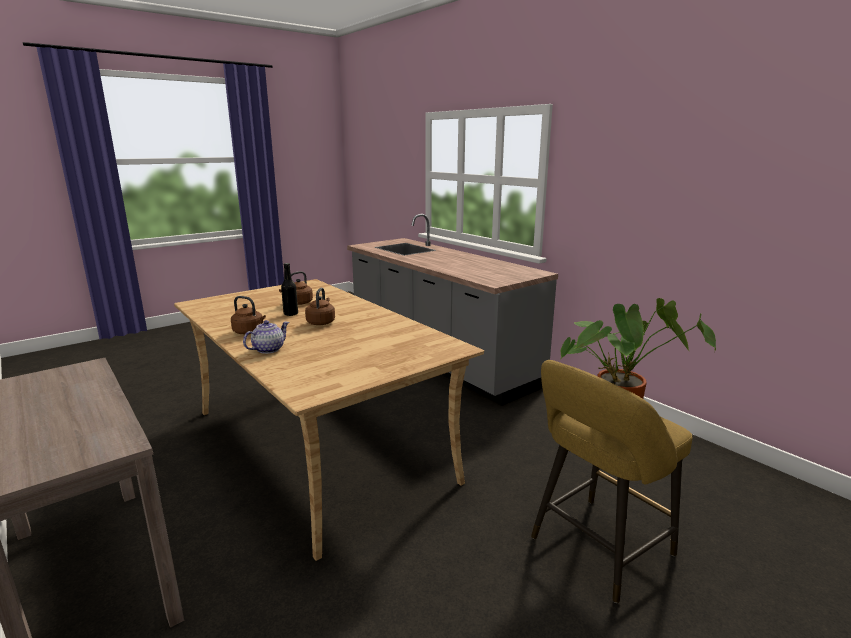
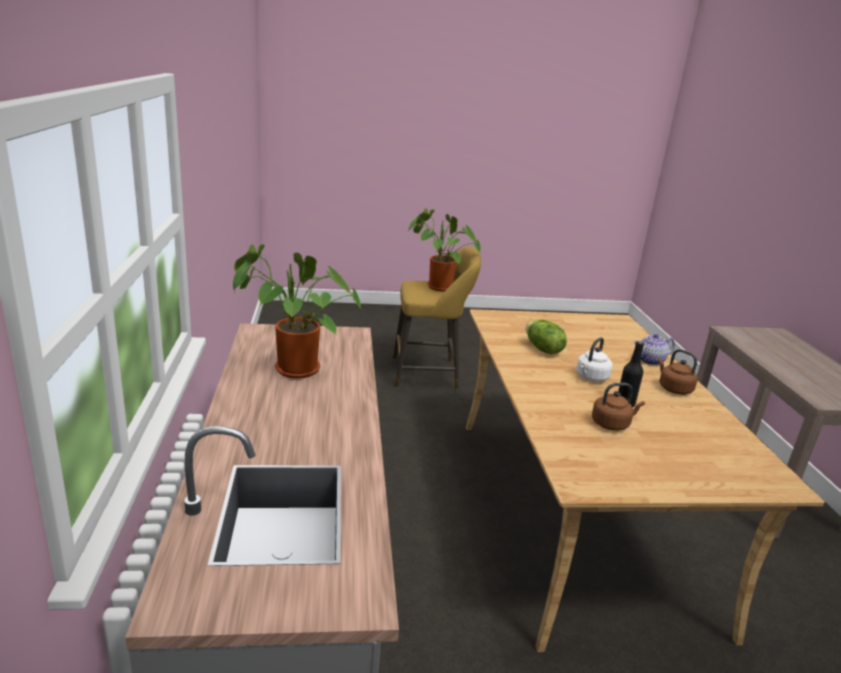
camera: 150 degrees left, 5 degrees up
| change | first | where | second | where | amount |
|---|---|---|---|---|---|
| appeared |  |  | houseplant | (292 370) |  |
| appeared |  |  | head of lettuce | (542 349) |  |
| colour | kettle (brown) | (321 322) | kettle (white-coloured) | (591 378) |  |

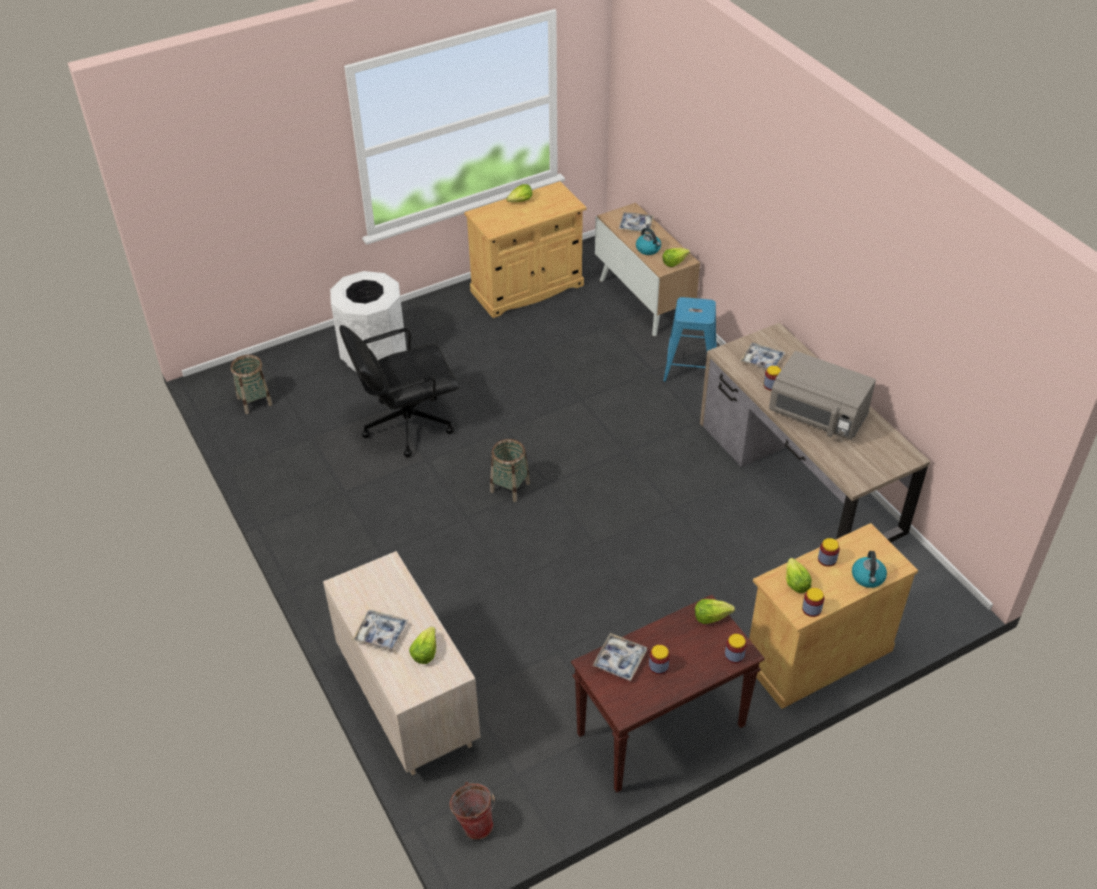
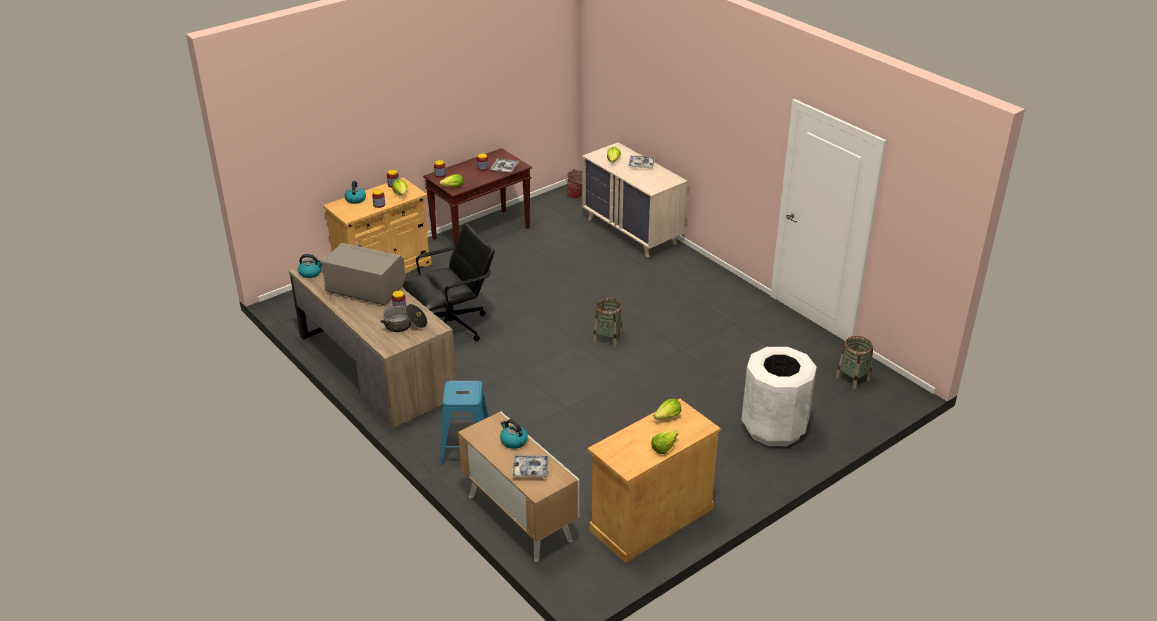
camera: 170 degrees right, 10 degrees down
| change | first | where | second | where | amount |
|---|---|---|---|---|---|
| appeared |  |  | kettle | (311 273) |  |
| relocated | office chair (black) | (406 424) |  | (452 327) |  |
| relocated | head of lettuce | (674 262) |  | (668 417) |  |
| exchanged | tray | (762 360) | stockpot | (405 325) |  |

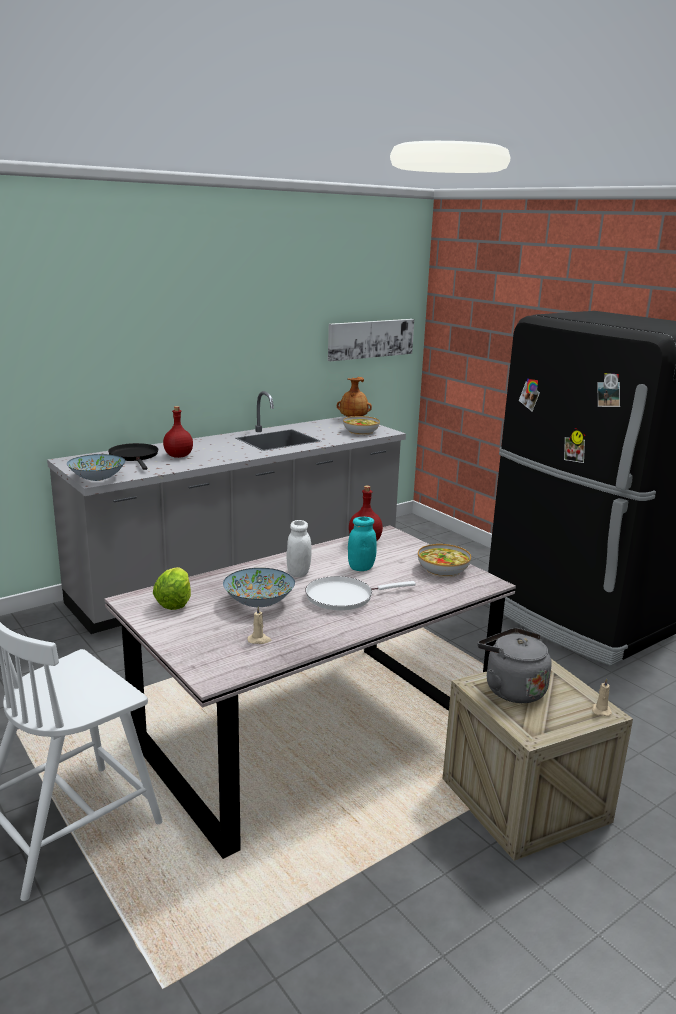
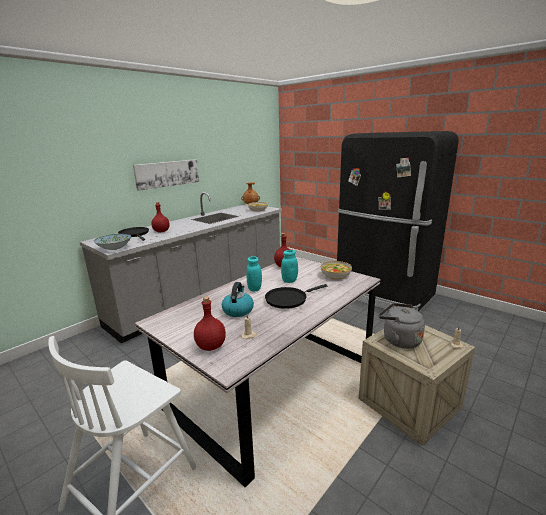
camera: 10 degrees left, 0 degrees up
| change | first | where | second | where | amount |
|---|---|---|---|---|---|
| missing | head of lettuce | (174 602) |  |  |  |
| appeared |  |  | bottle (red-coloured) | (211 346) |  |
| relocated | picture | (370 339) |  | (167 174) |  |
| exchanged | deep dish | (258 602) | kettle | (238 310) |  |
| colour | storage jar (white-coloured) | (298 573) | storage jar (turquoise) | (254 289) |  |
| colour | pan (white-coloured) | (343 597) | pan (black) | (288 299) |  |

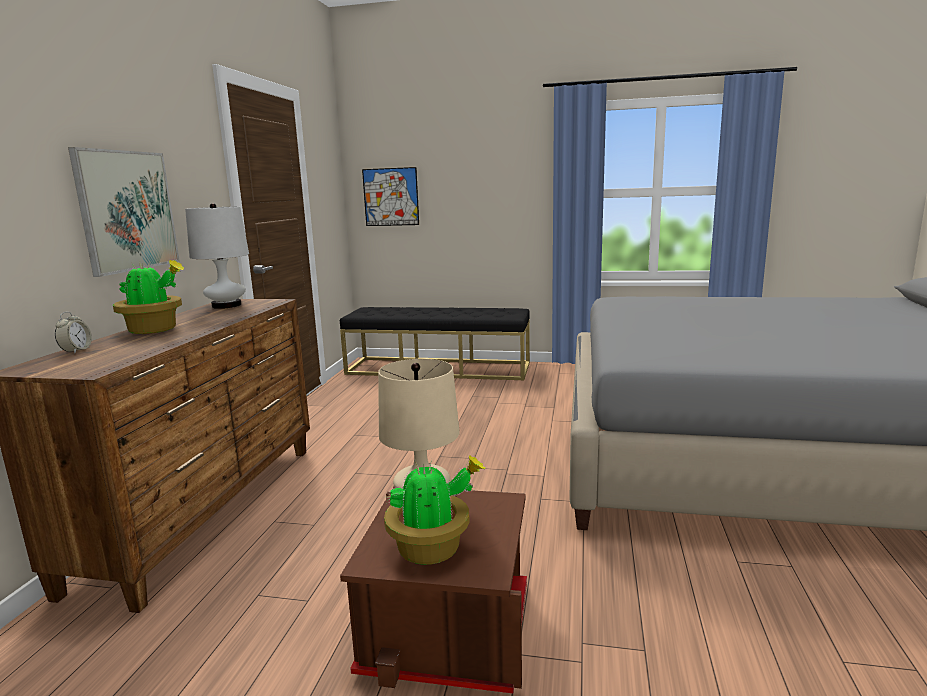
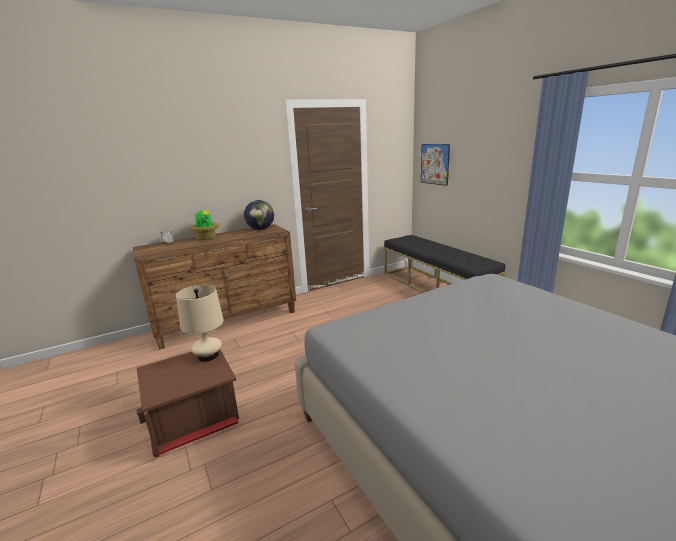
camera: 50 degrees right, 5 degrees up
| change | first | where | second | where | amount |
|---|---|---|---|---|---|
| missing | picture | (127 211) |  |  |  |
| missing | houseplant | (432 549) |  |  |  |
| exchanged | lamp for a table (white-coloured) | (226 305) | desk globe | (260 229) |  |

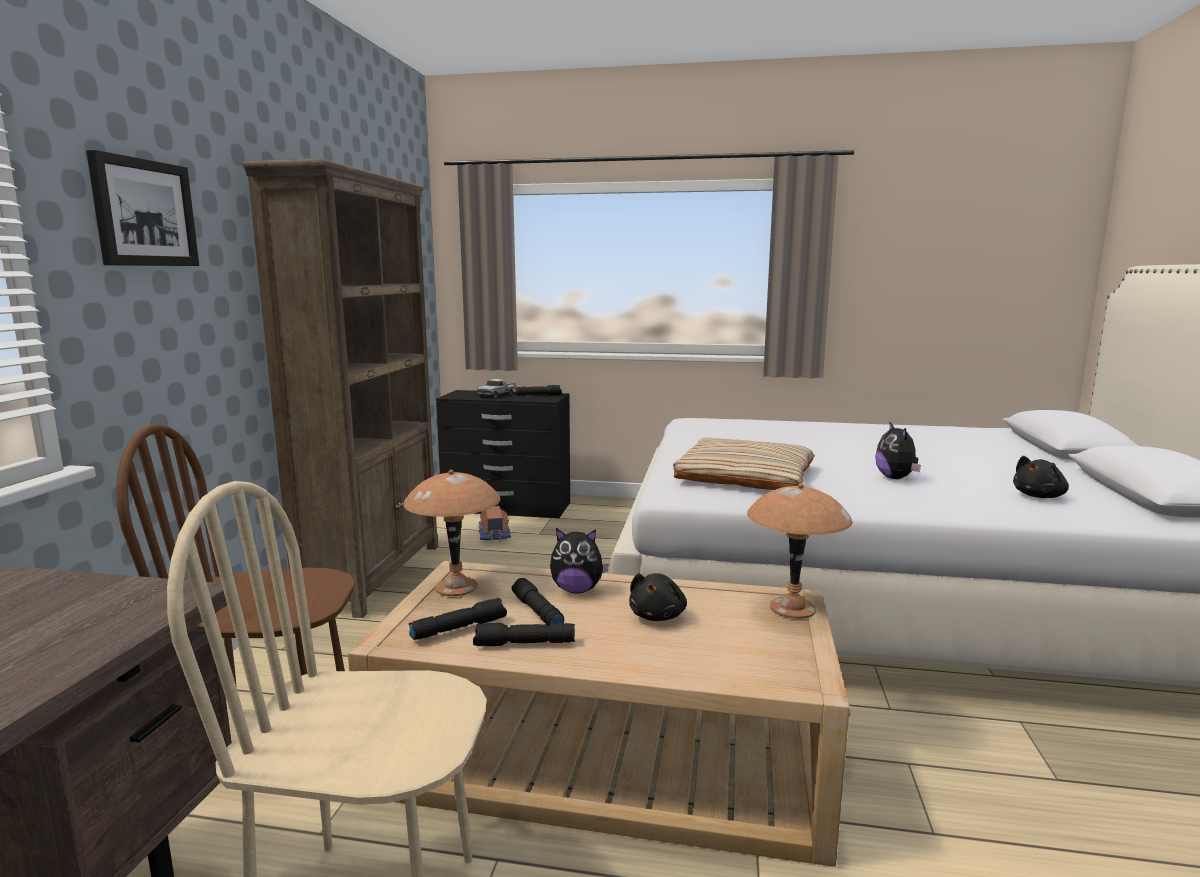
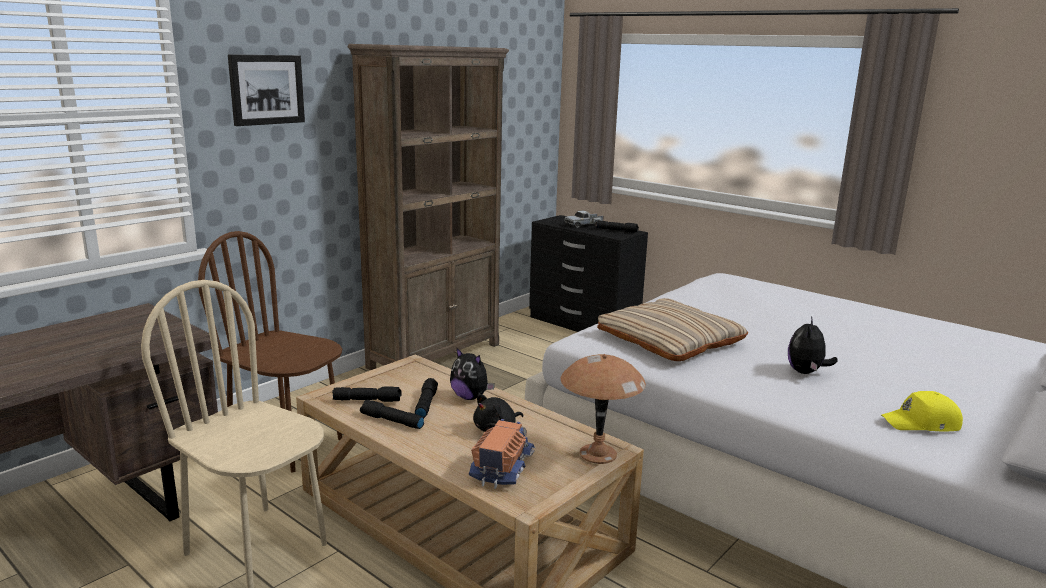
camera: 30 degrees right, 5 degrees up
| change | first | where | second | where | amount |
|---|---|---|---|---|---|
| missing | lamp for a table (brown) | (456 587) |  |  |  |
| relocated | toy lorry | (493 534) |  | (502 467) |  |
| exchanged | plush toy (black) | (1039 496) | cap (yellow) | (922 424) |  |

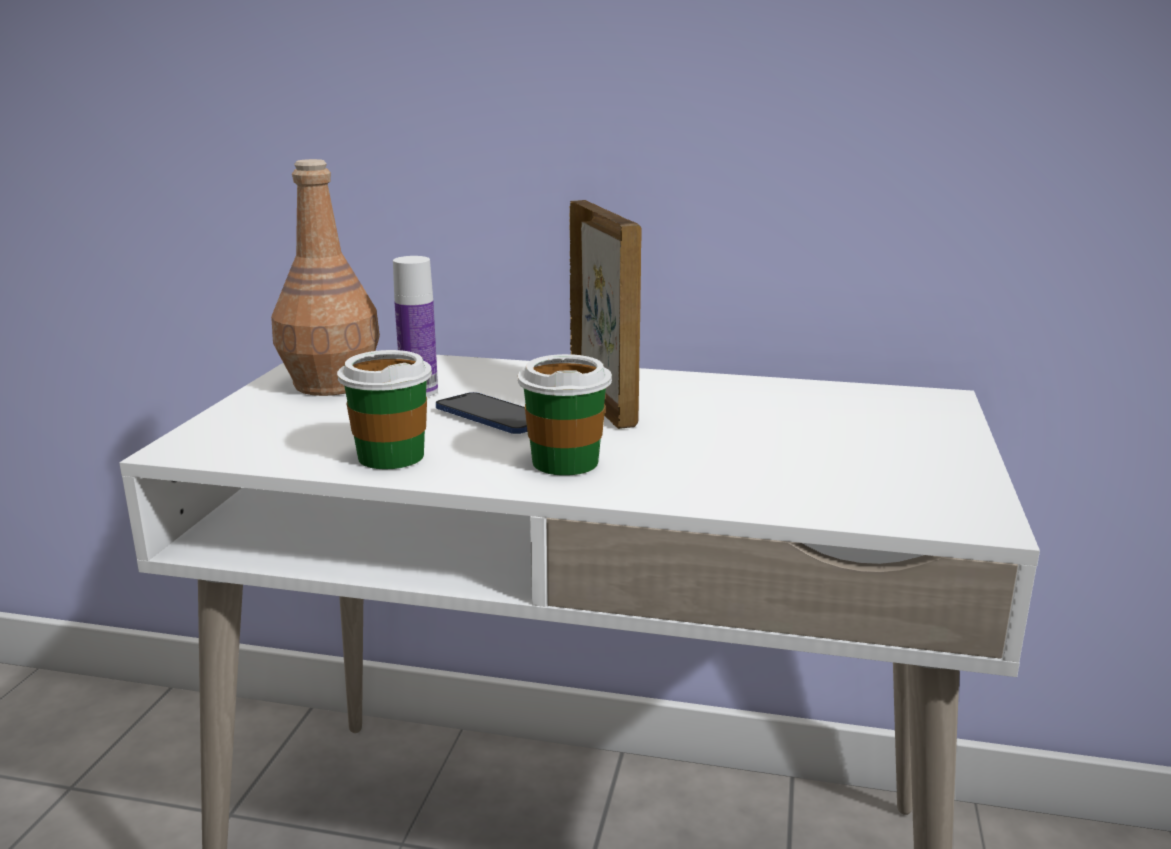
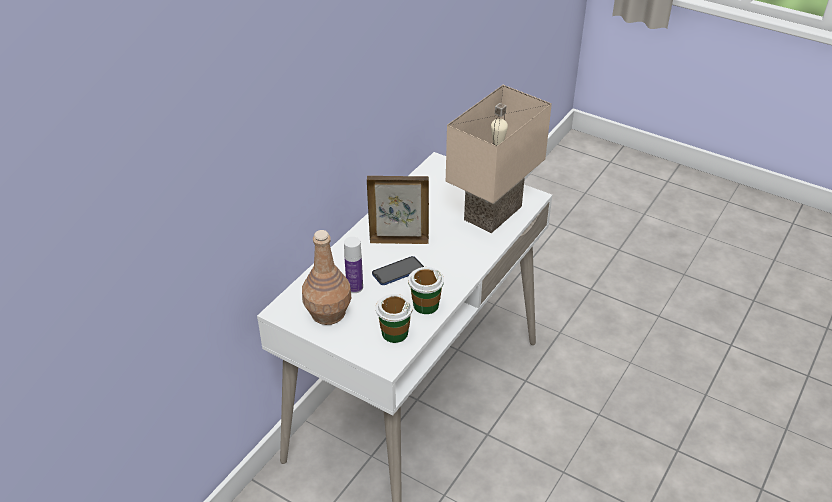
camera: 70 degrees left, 20 degrees up
| change | first | where | second | where | amount |
|---|---|---|---|---|---|
| appeared |  |  | lamp for a table (beige-coloured) | (495 215) |  |
| relocated | cup | (565 462) |  | (394 333) |  |

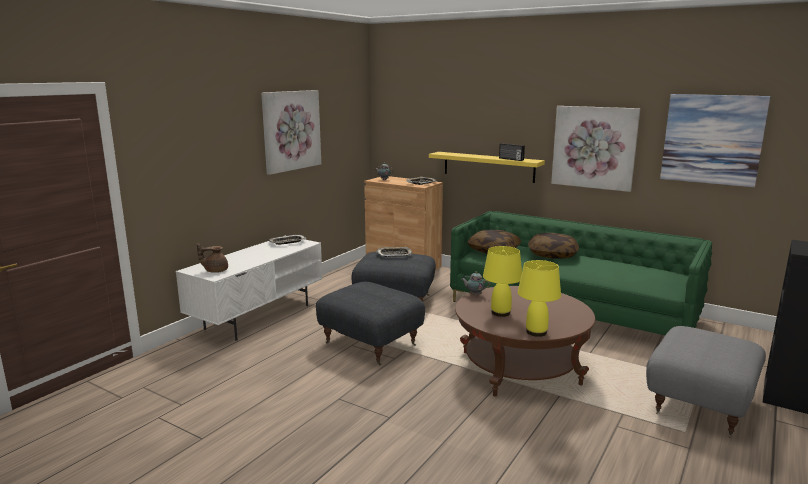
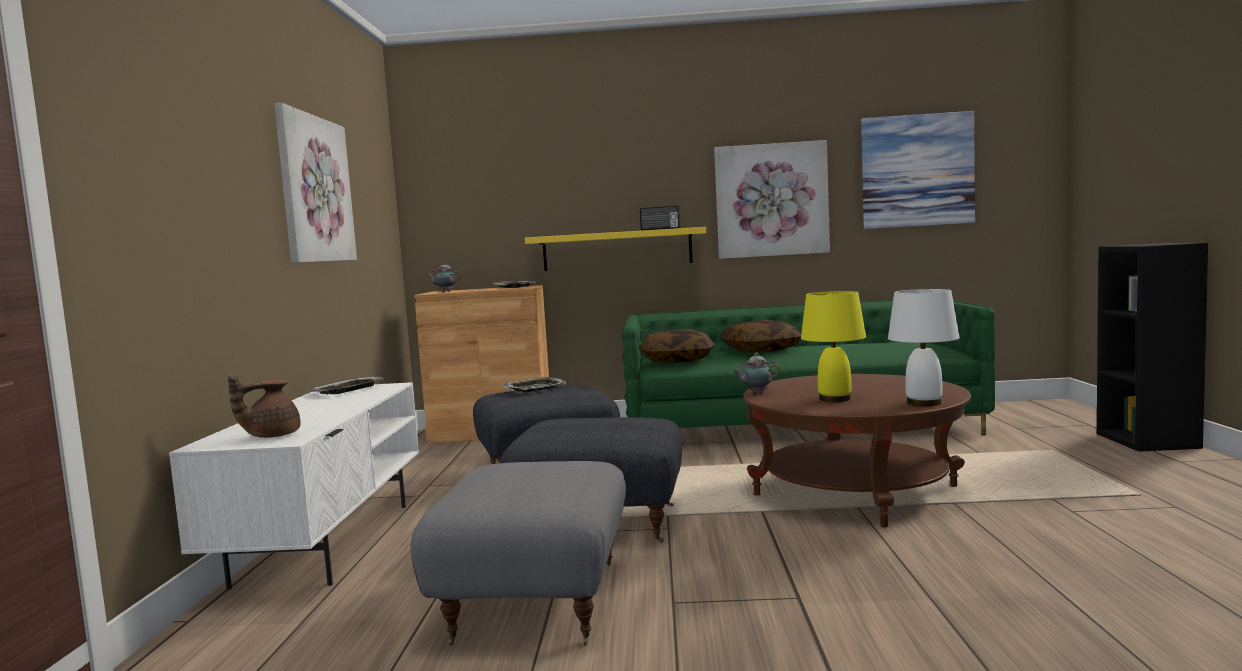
camera: 30 degrees left, 10 degrees down
| change | first | where | second | where | amount |
|---|---|---|---|---|---|
| relocated | pouffe (gray) | (699 404) |  | (533 601) |  |
| colour | lamp for a table (yellow) | (537 332) | lamp for a table (white-coloured) | (924 403) |  |

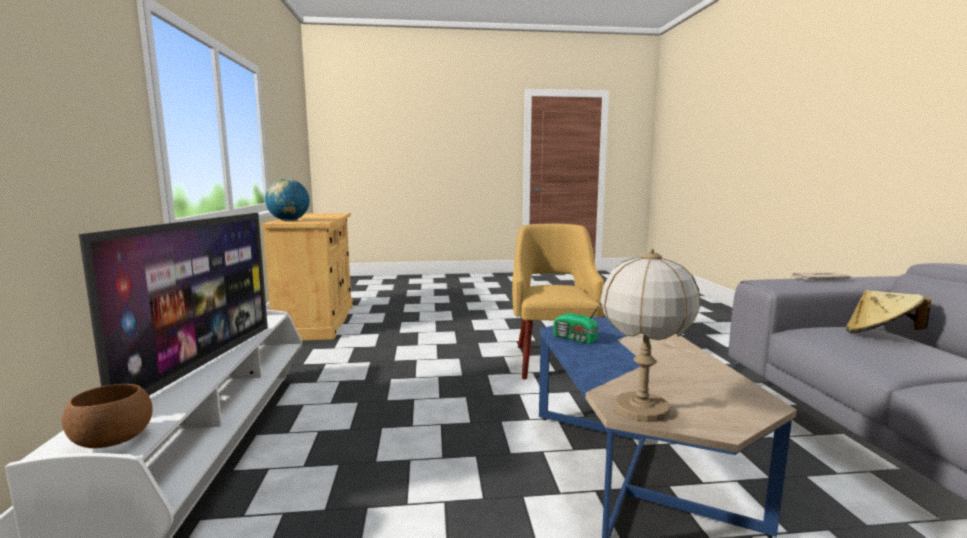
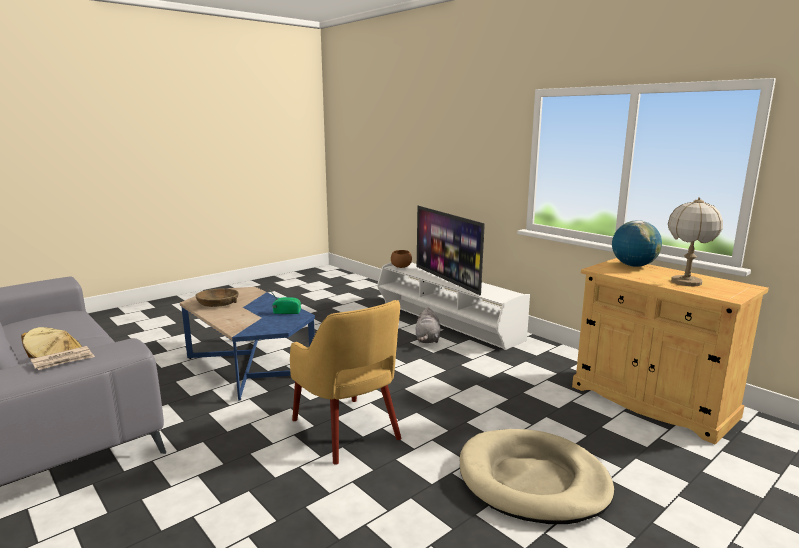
camera: 145 degrees right, 5 degrees up
| change | first | where | second | where | amount |
|---|---|---|---|---|---|
| appeared |  |  | deep dish (brown) | (218 303) |  |
| appeared |  |  | plush toy (gray) | (427 339) |  |
| appeared |  |  | dog bed (beige-coloured) | (532 480) |  |
| relocated | lamp for a table | (641 408) |  | (686 282) |  |

